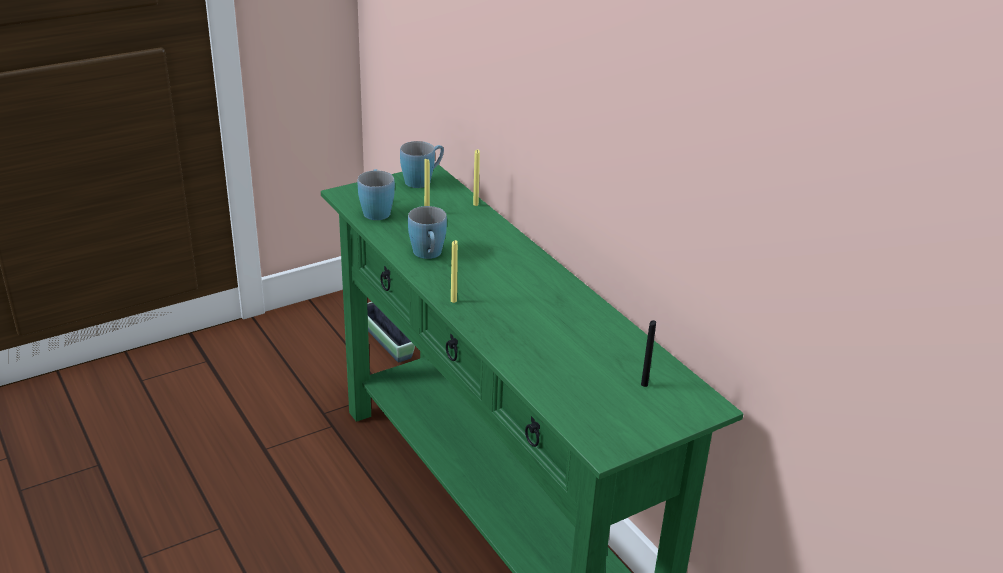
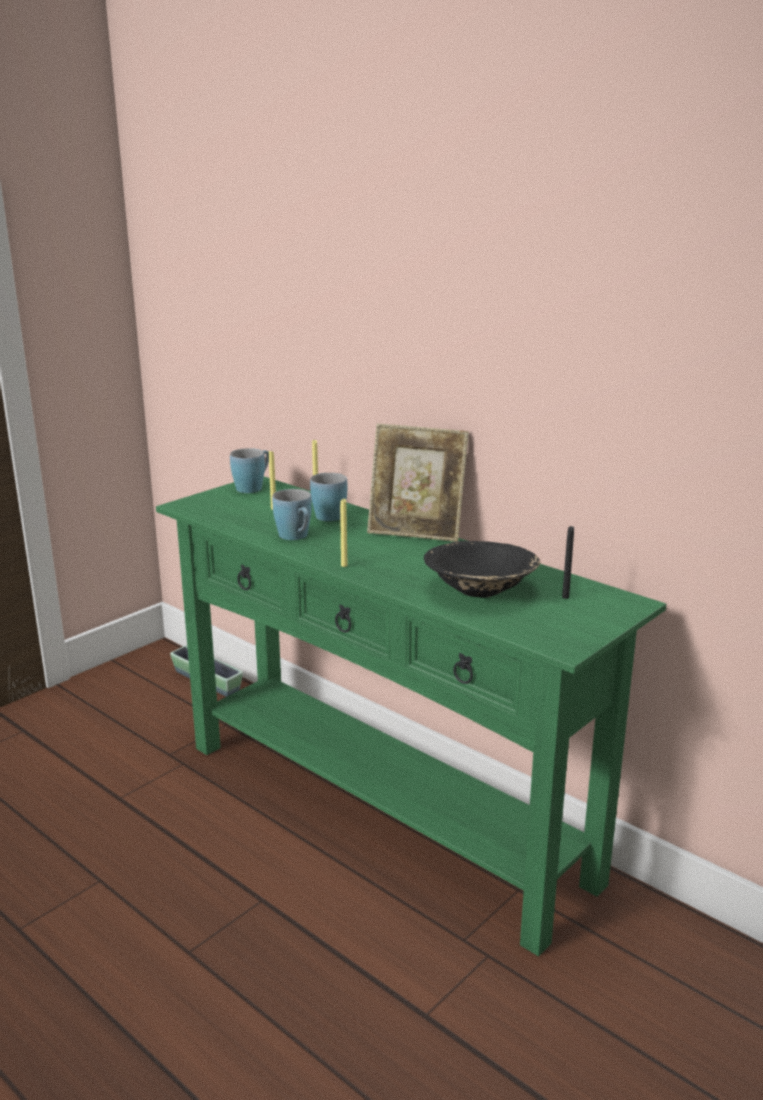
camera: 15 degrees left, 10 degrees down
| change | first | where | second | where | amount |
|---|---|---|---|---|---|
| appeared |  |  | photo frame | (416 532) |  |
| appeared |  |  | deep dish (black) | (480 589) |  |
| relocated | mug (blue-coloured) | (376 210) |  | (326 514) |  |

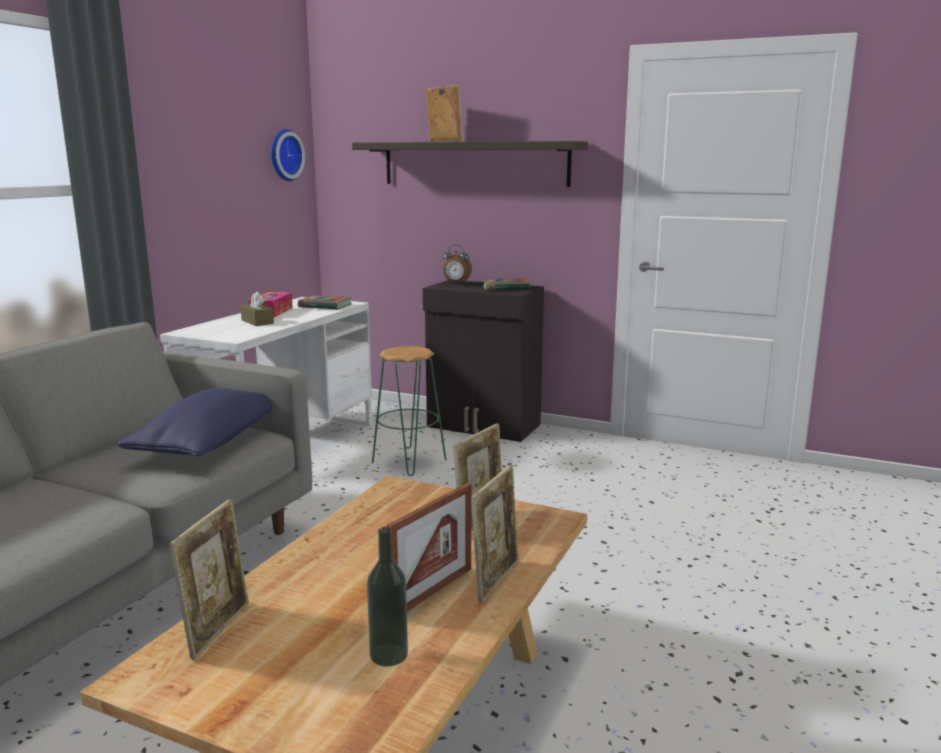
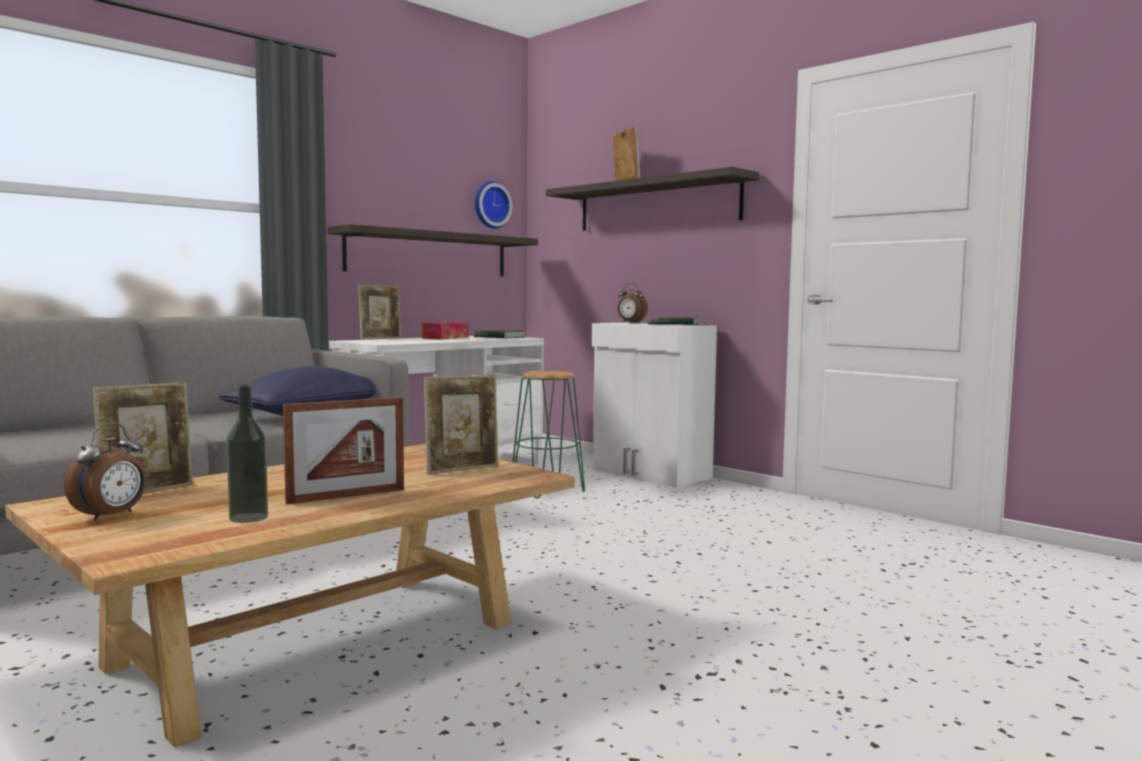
camera: 20 degrees right, 10 degrees down
| change | first | where | second | where | amount |
|---|---|---|---|---|---|
| missing | tissue box (brown) | (257 322) |  |  |  |
| appeared |  |  | table clock | (111 516) |  |
| appeared |  |  | shelf | (429 253) |  |
| relocated | photo frame | (496 580) |  | (380 339) |  |
| colour | cupboard (black) | (483 426) | cupboard (white-coloured) | (650 474) |  |

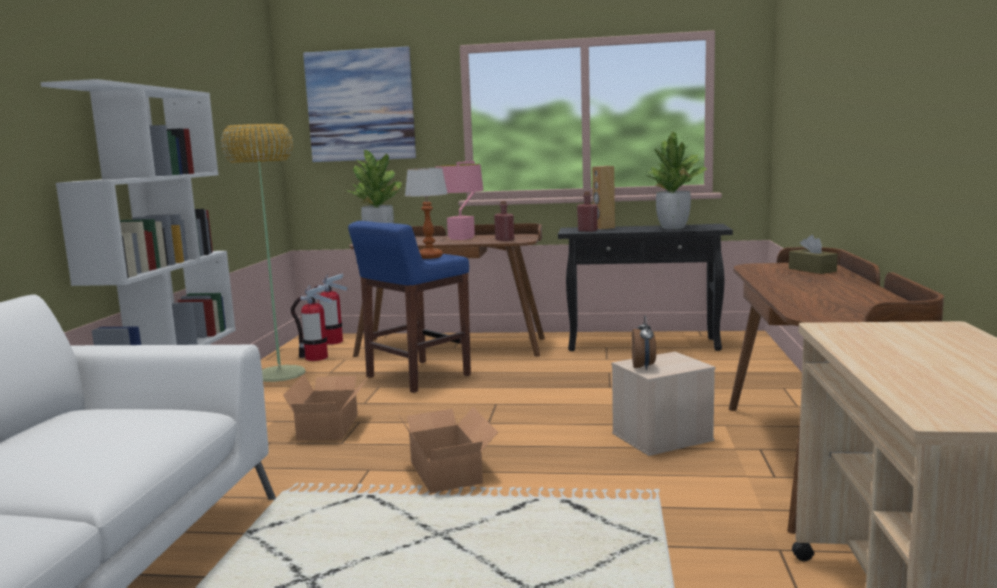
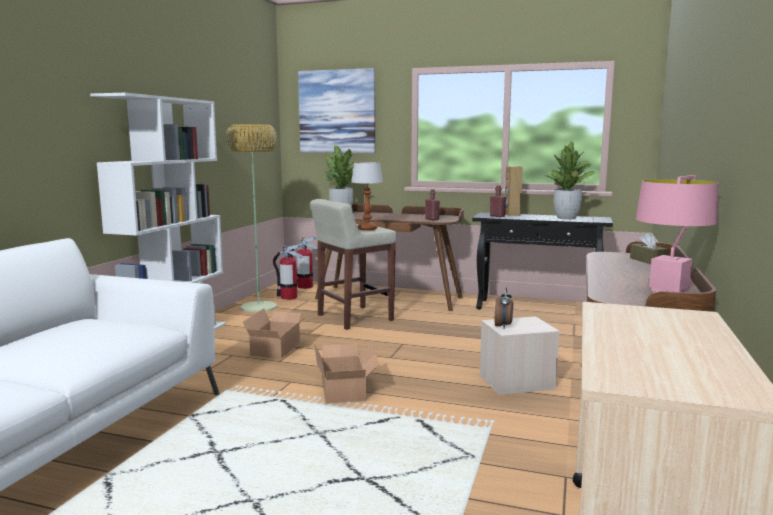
camera: 10 degrees right, 0 degrees up
| change | first | where | second | where | amount |
|---|---|---|---|---|---|
| relocated | lamp for a table (pinkish) | (461 238) |  | (669 290) |  |
| colour | sitting stool (blue-coloured) | (416 377) | sitting stool (beige-coloured) | (353 318) |  |

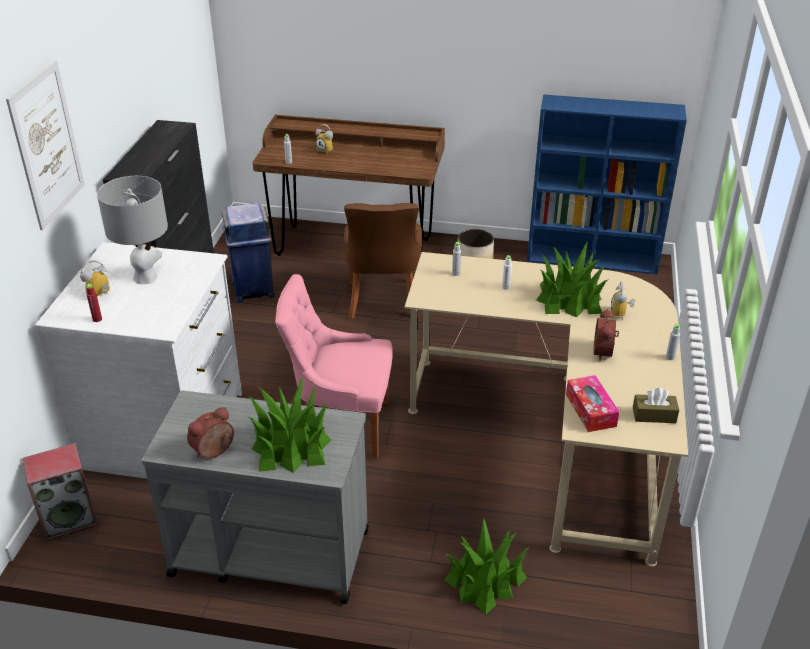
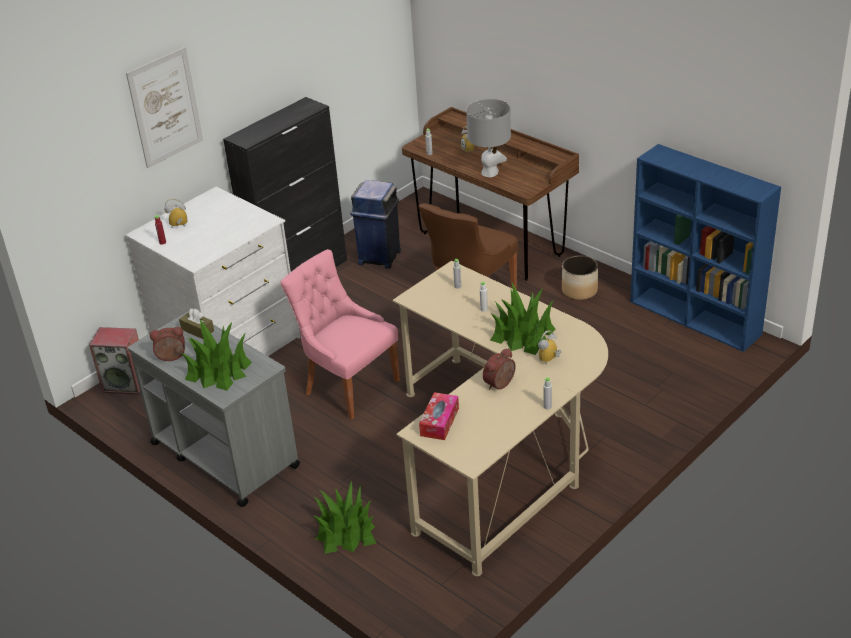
camera: 35 degrees right, 0 degrees up
| change | first | where | second | where | amount |
|---|---|---|---|---|---|
| relocated | lamp for a table (gray) | (146 277) |  | (490 172) |  |
| relocated | tissue box (brown) | (654 415) |  | (197 330) |  |

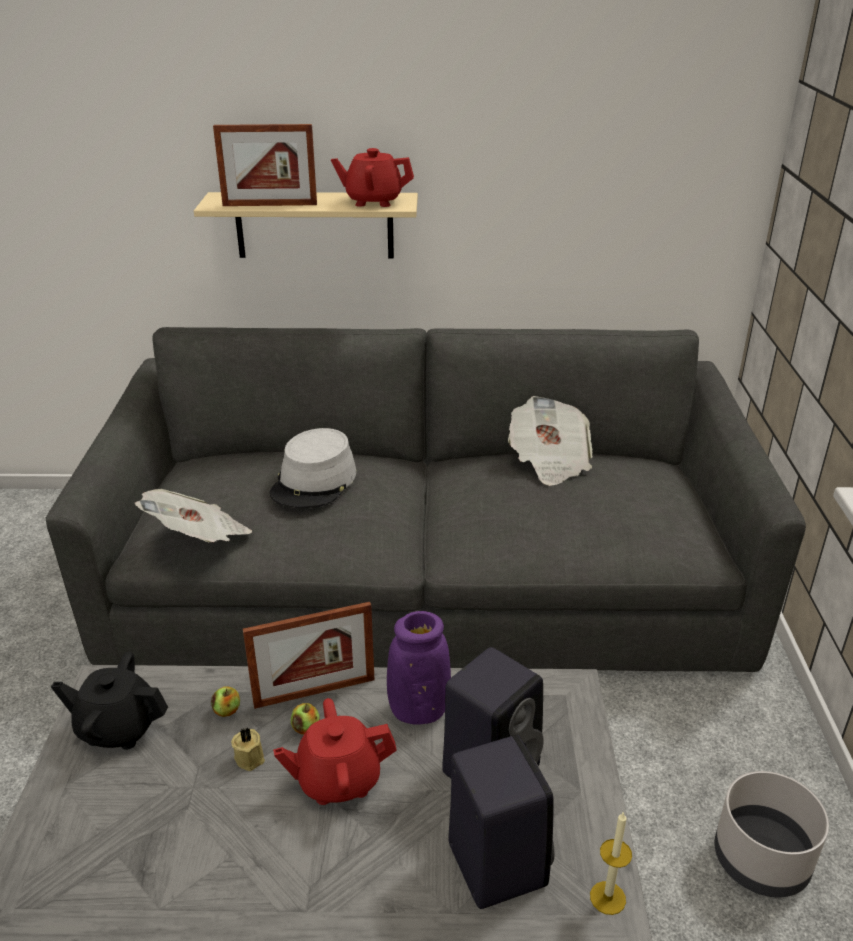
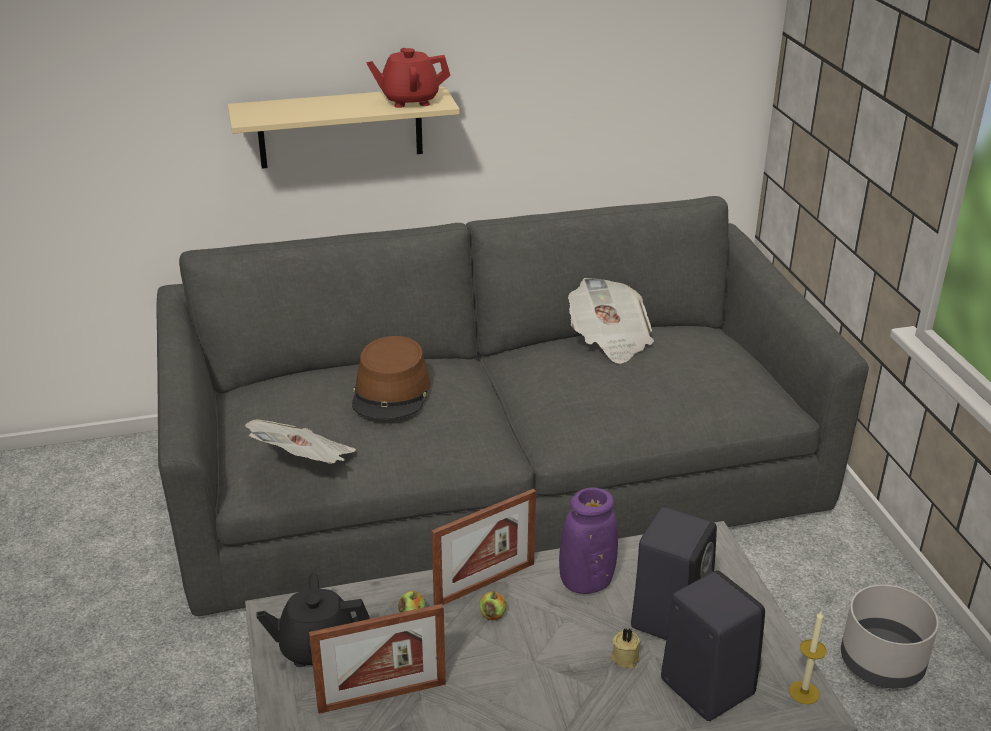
camera: 15 degrees left, 0 degrees up
| change | first | where | second | where | amount |
|---|---|---|---|---|---|
| missing | tea pot (red-coloured) | (338 780) |  |  |  |
| relocated | photo frame | (270 205) |  | (382 696) |  |
| relocated | wax candle (beige-coloured) | (250 757) |  | (625 657) |  |
| colour | clothing hat (gray) | (314 482) | clothing hat (brown) | (391 392) |  |

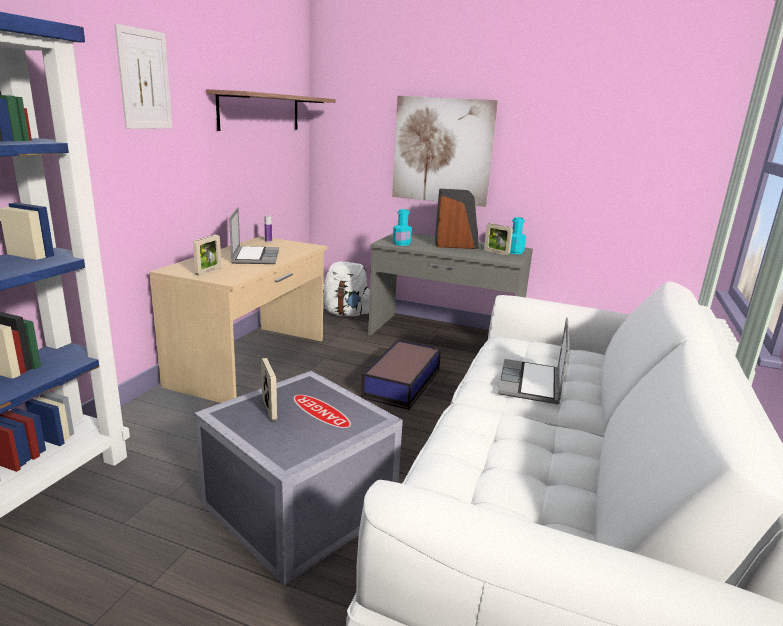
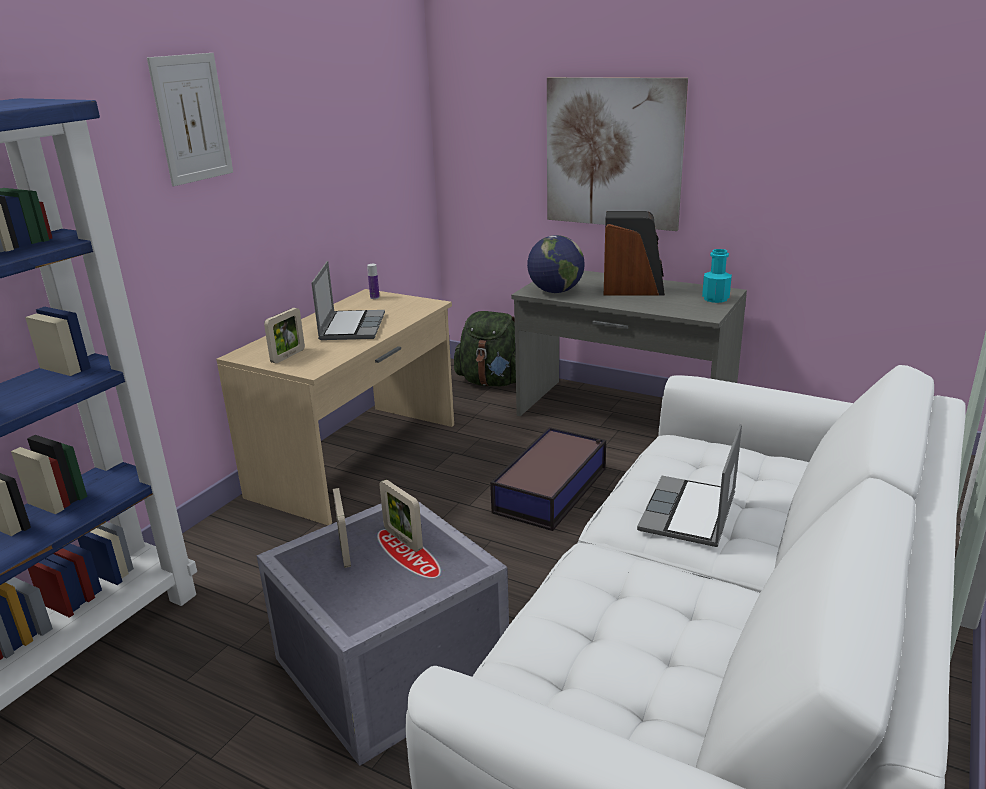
camera: 10 degrees right, 5 degrees up
| change | first | where | second | where | amount |
|---|---|---|---|---|---|
| missing | shelf | (260 112) |  |  |  |
| relocated | photo frame | (496 253) |  | (403 539) |  |
| exchanged | bottle (turquoise) | (401 243) | desk globe | (555 291) |  |
| colour | rucksack (white-coloured) | (346 314) | rucksack (greenish) | (492 382) |  |

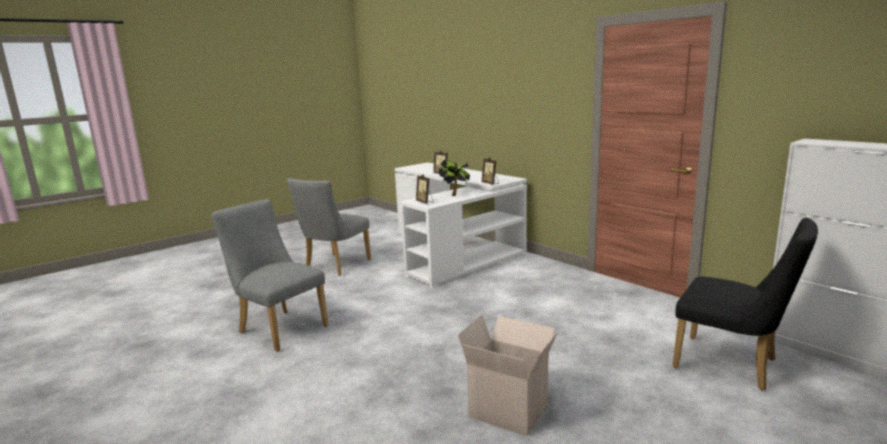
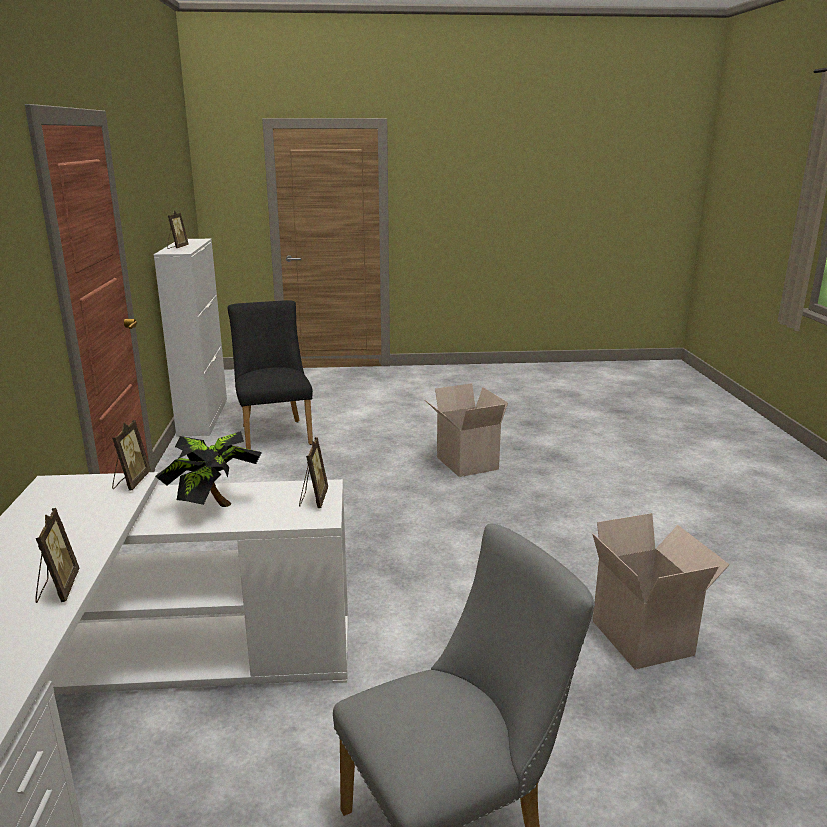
camera: 145 degrees left, 5 degrees up
| change | first | where | second | where | amount |
|---|---|---|---|---|---|
| appeared |  |  | photo frame | (177 248) |  |
| exchanged | plain chair (gray) | (278 328) | carton | (645 638) |  |

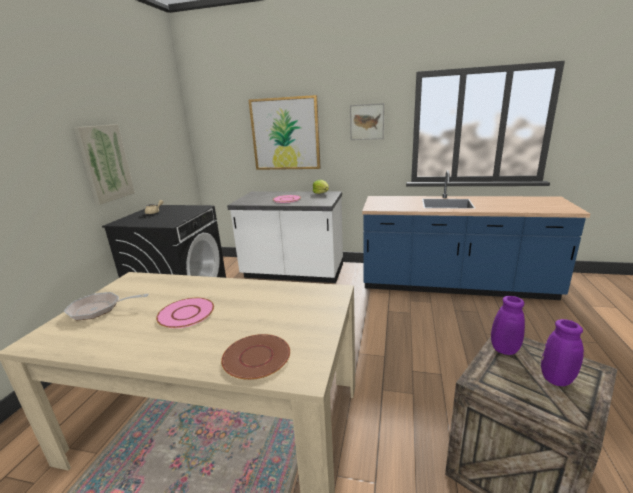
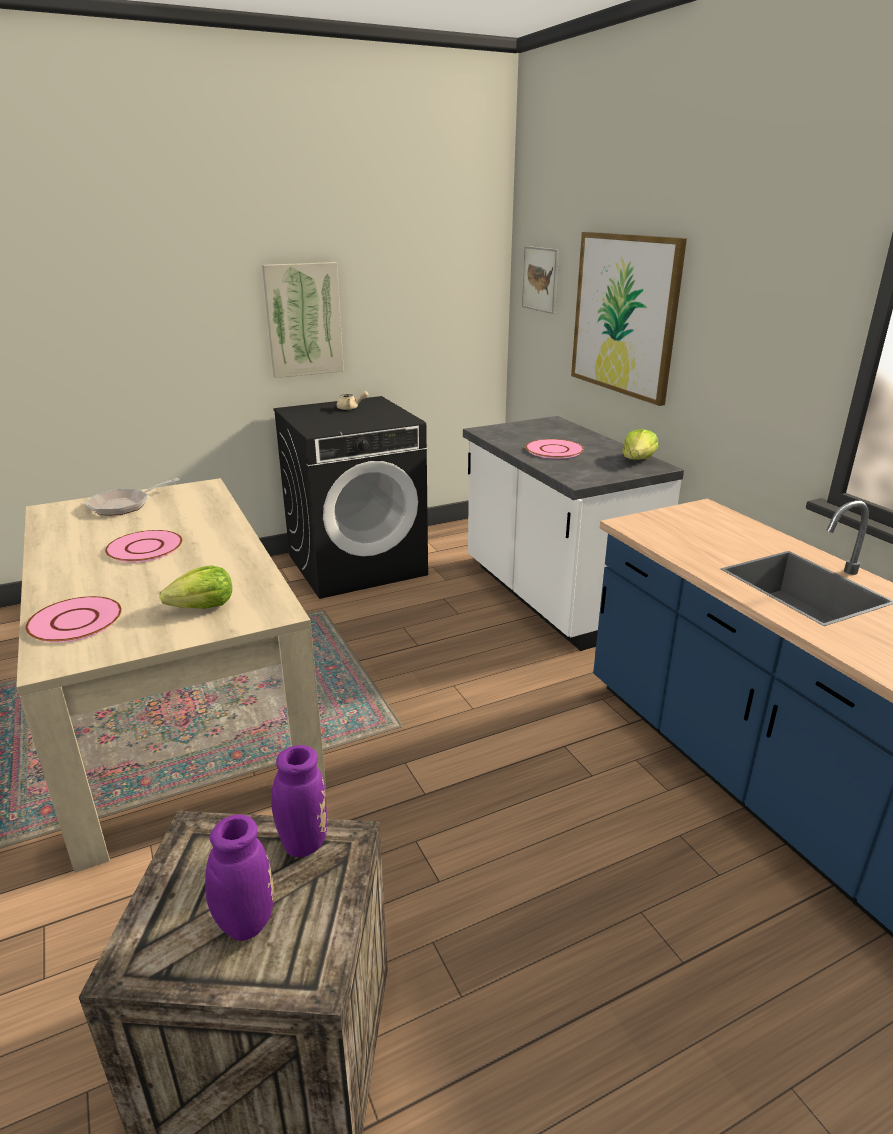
camera: 50 degrees right, 5 degrees up
| change | first | where | second | where | amount |
|---|---|---|---|---|---|
| appeared |  |  | head of lettuce | (203 607) |  |
| relocated | picture | (367 122) |  | (540 279) |  |
| colour | dinner plate (brown) | (256 357) | dinner plate (pinkish) | (75 621) |  |
| spun | pan | (99 309) |  | (125 505) | 90 degrees counterclockwise |

